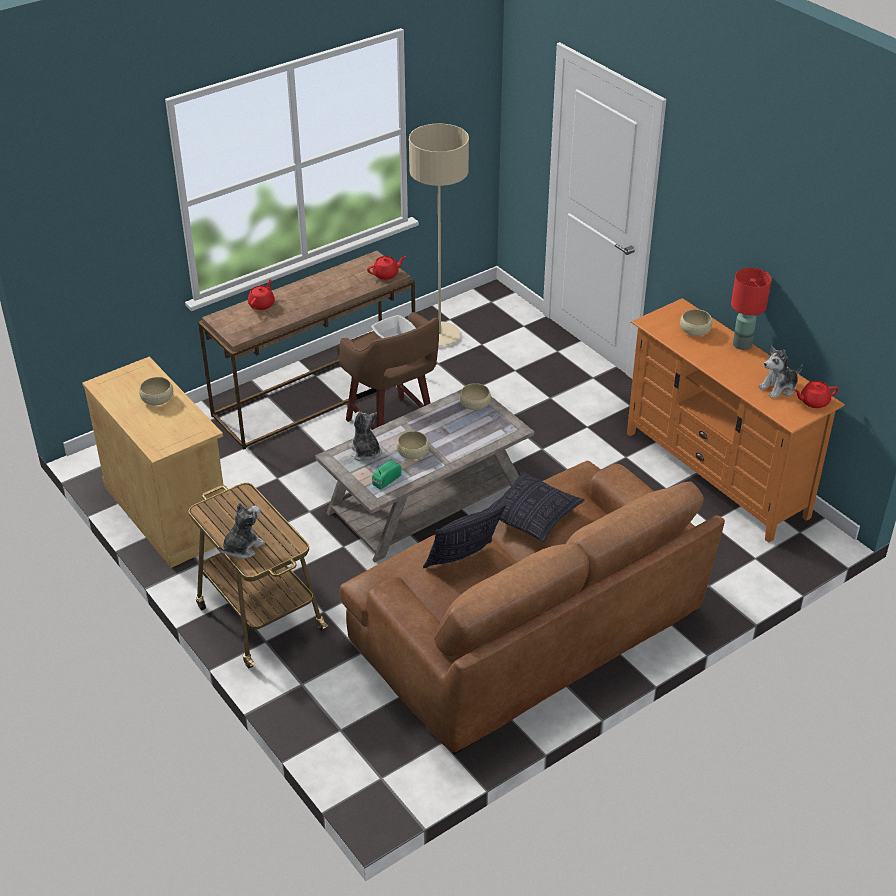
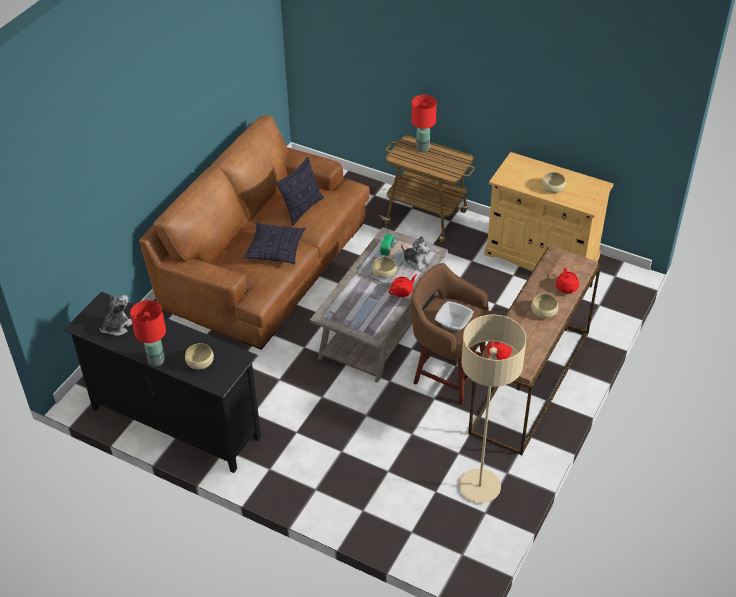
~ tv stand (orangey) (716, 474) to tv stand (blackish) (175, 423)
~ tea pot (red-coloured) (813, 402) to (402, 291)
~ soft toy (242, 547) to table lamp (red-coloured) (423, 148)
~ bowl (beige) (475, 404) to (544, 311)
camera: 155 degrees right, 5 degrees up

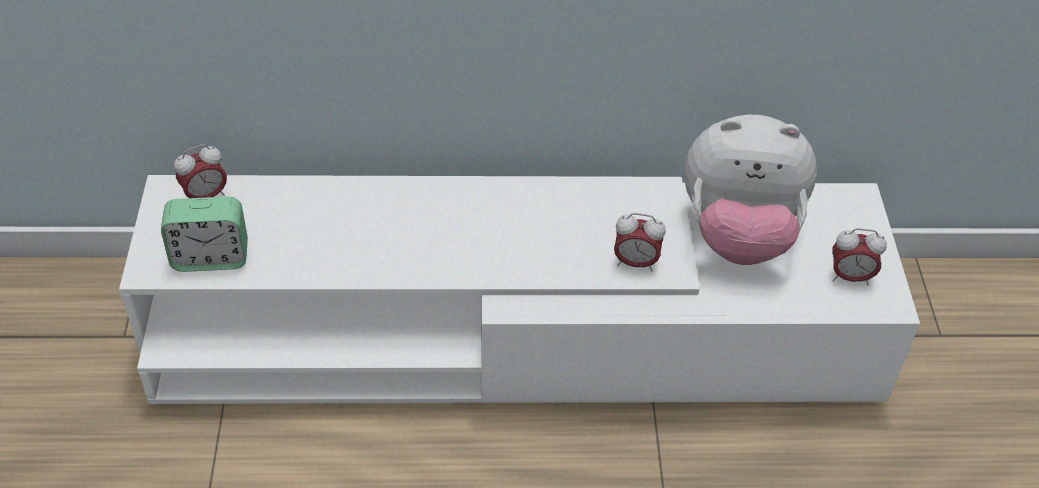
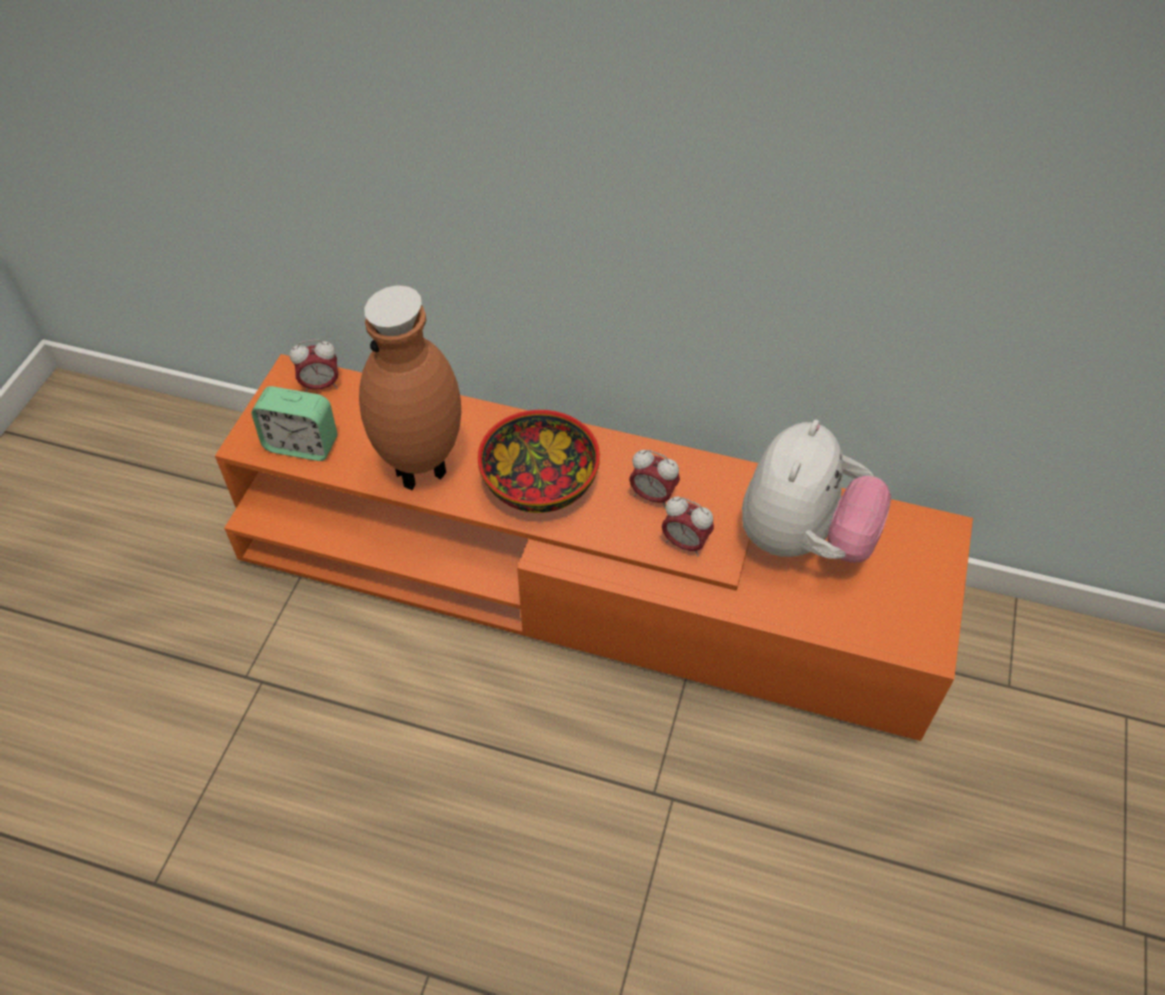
~ tv stand (whitish) (515, 334) to tv stand (orangey) (582, 576)
+ decorative vase (brownish) (424, 471)
+ bowl (538, 484)
~ table clock (850, 277) to (652, 496)
~ soft toy (738, 235) = (803, 539) 90 degrees counterclockwise
camera: 20 degrees right, 5 degrees up

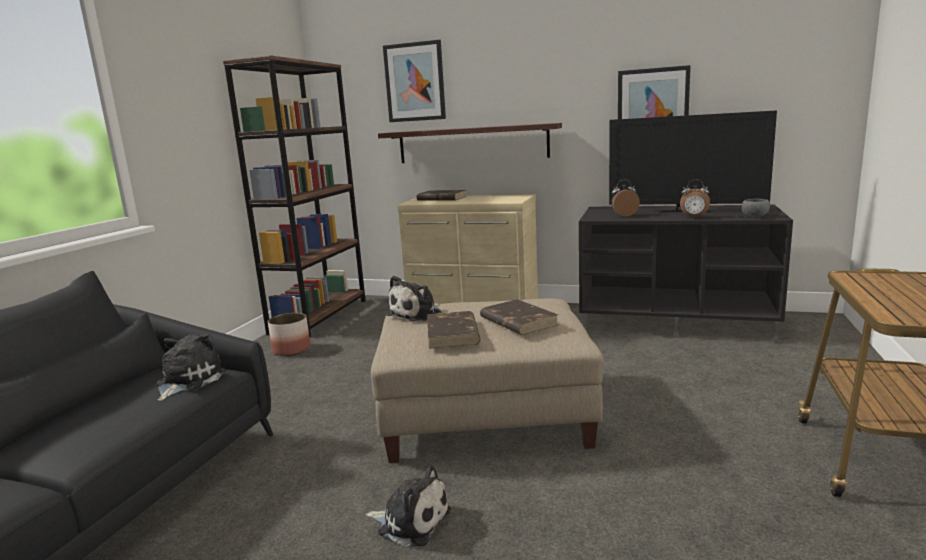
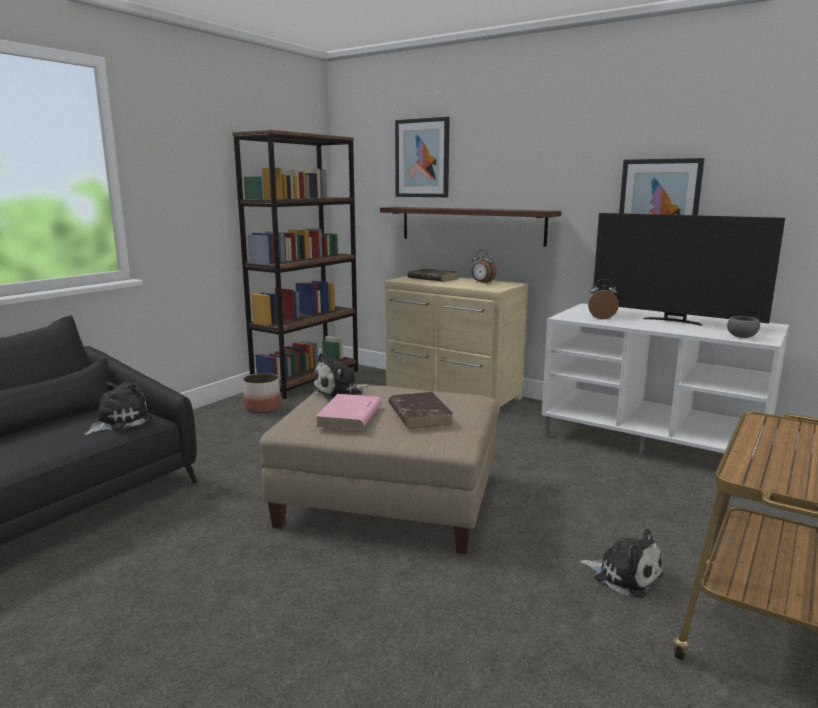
~ bound book (brownish) (452, 334) to bound book (pink-coloured) (349, 416)
~ table clock (694, 217) to (482, 283)
~ tv stand (blackish) (676, 322) to tv stand (whitish) (654, 441)
~ soft toy (411, 521) to (624, 575)
camera: 15 degrees right, 0 degrees up

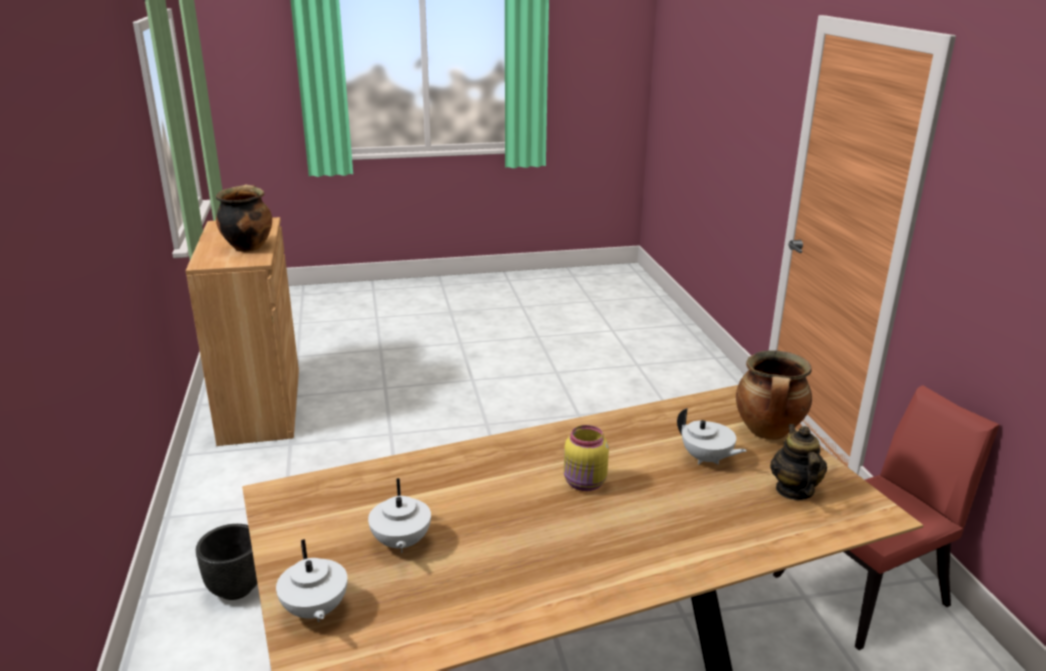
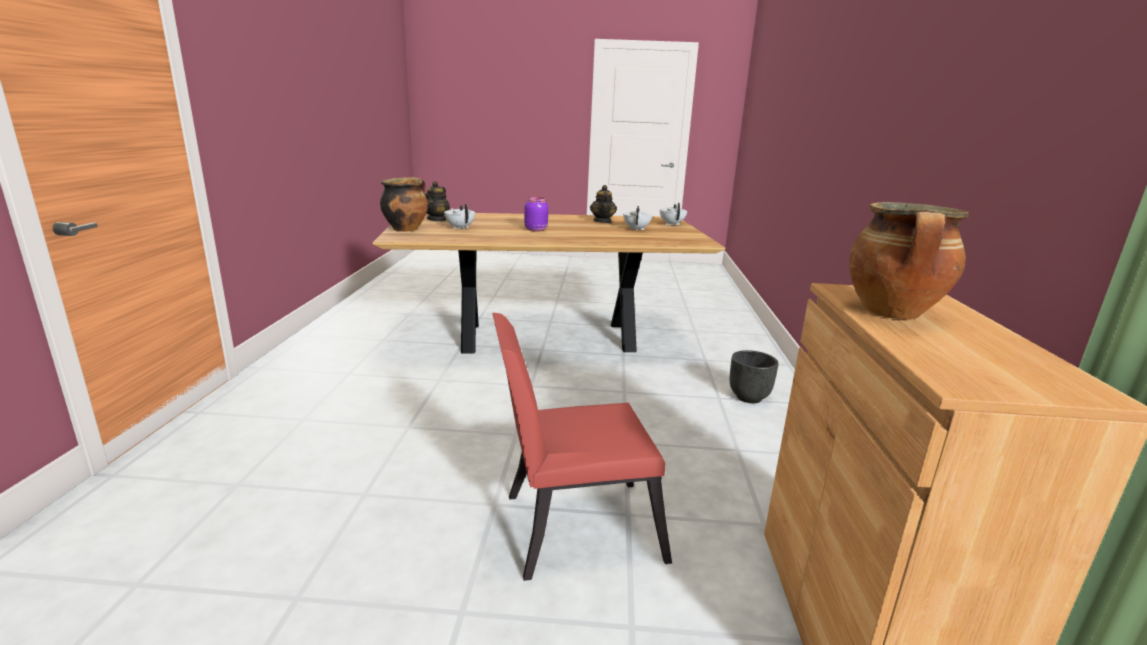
~ plain chair (red-coloured) (869, 588) to (571, 527)
~ preserve jar (yellow-coloured) (585, 483) to preserve jar (purple-coloured) (536, 230)
+ tea pot (602, 221)
camera: 165 degrees left, 5 degrees down

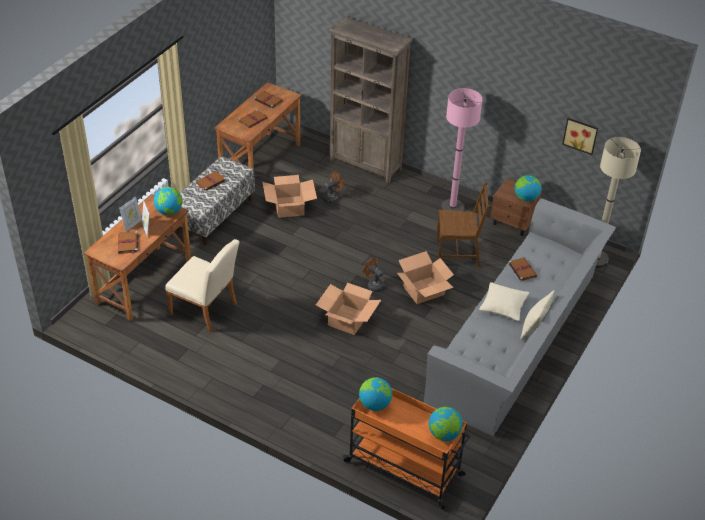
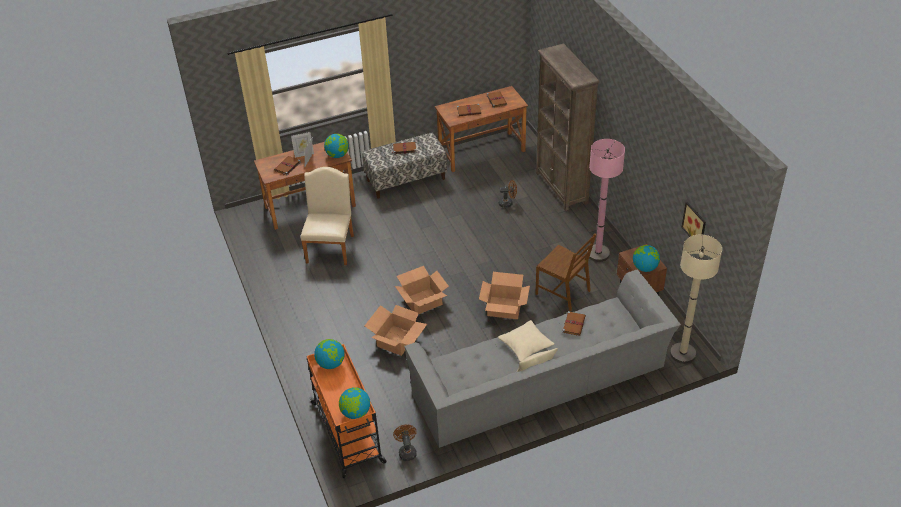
~ plain chair (beige) (207, 310) = (331, 246) 150 degrees counterclockwise
~ cardboard box (289, 206) to (397, 340)
~ fan (brownish) (373, 285) to (407, 451)
camera: 40 degrees right, 0 degrees up

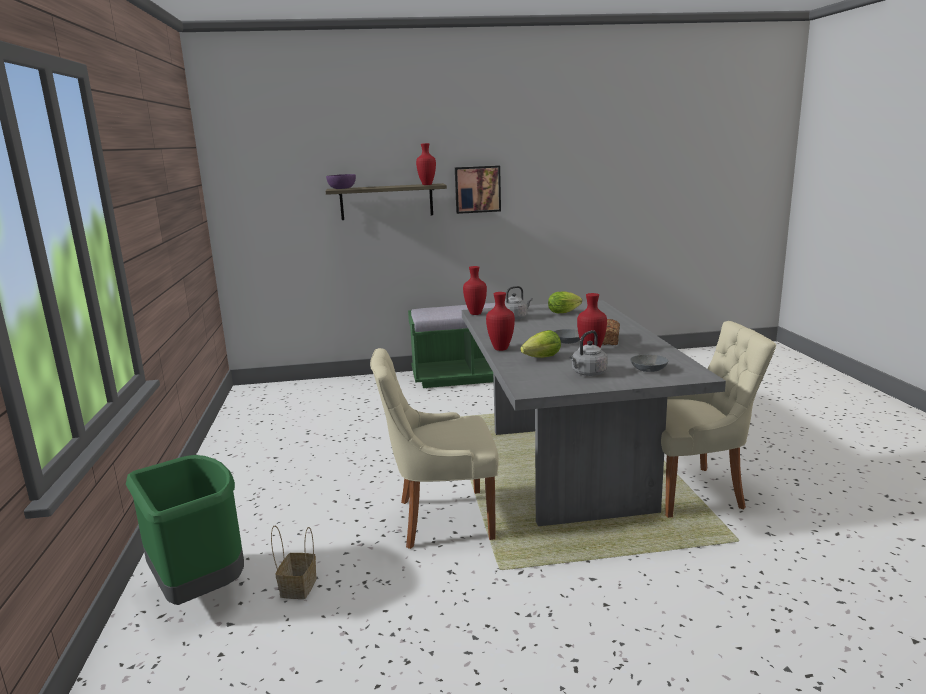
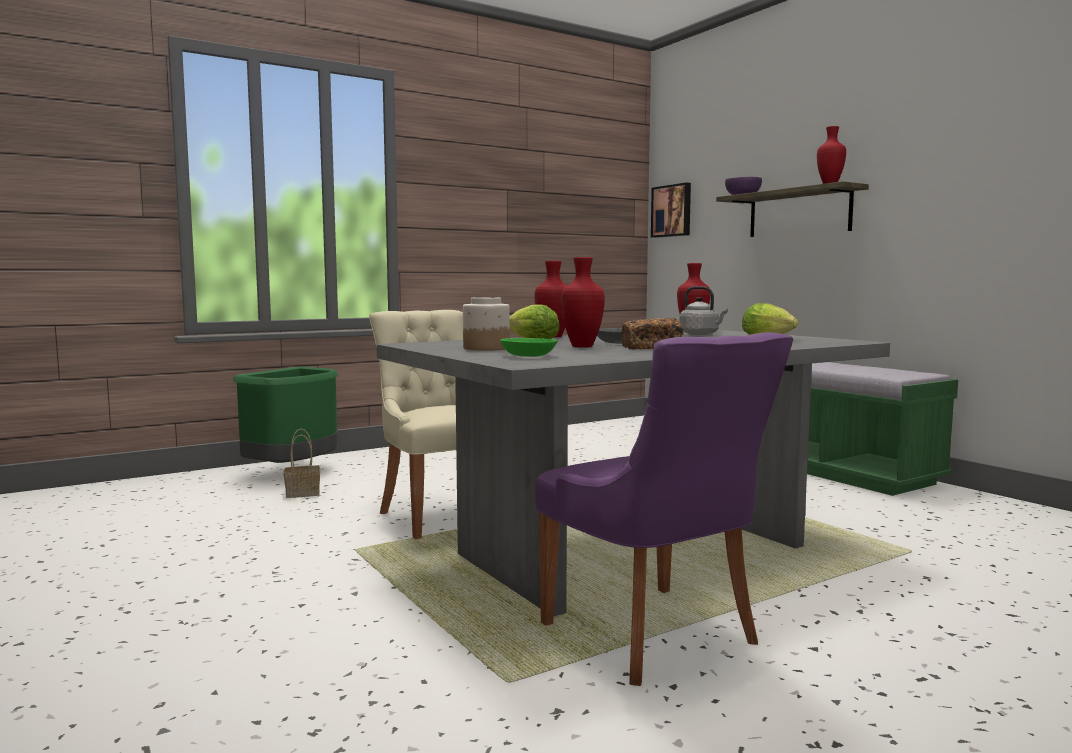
~ kettle (greyish) (588, 373) to preserve jar (485, 348)
~ bowl (greyish) (649, 369) to bowl (greenish) (529, 356)
~ plain chair (beige) (691, 490) to plain chair (purple-coloured) (654, 636)
~ wall art (477, 189) to (672, 211)
camera: 65 degrees right, 10 degrees down

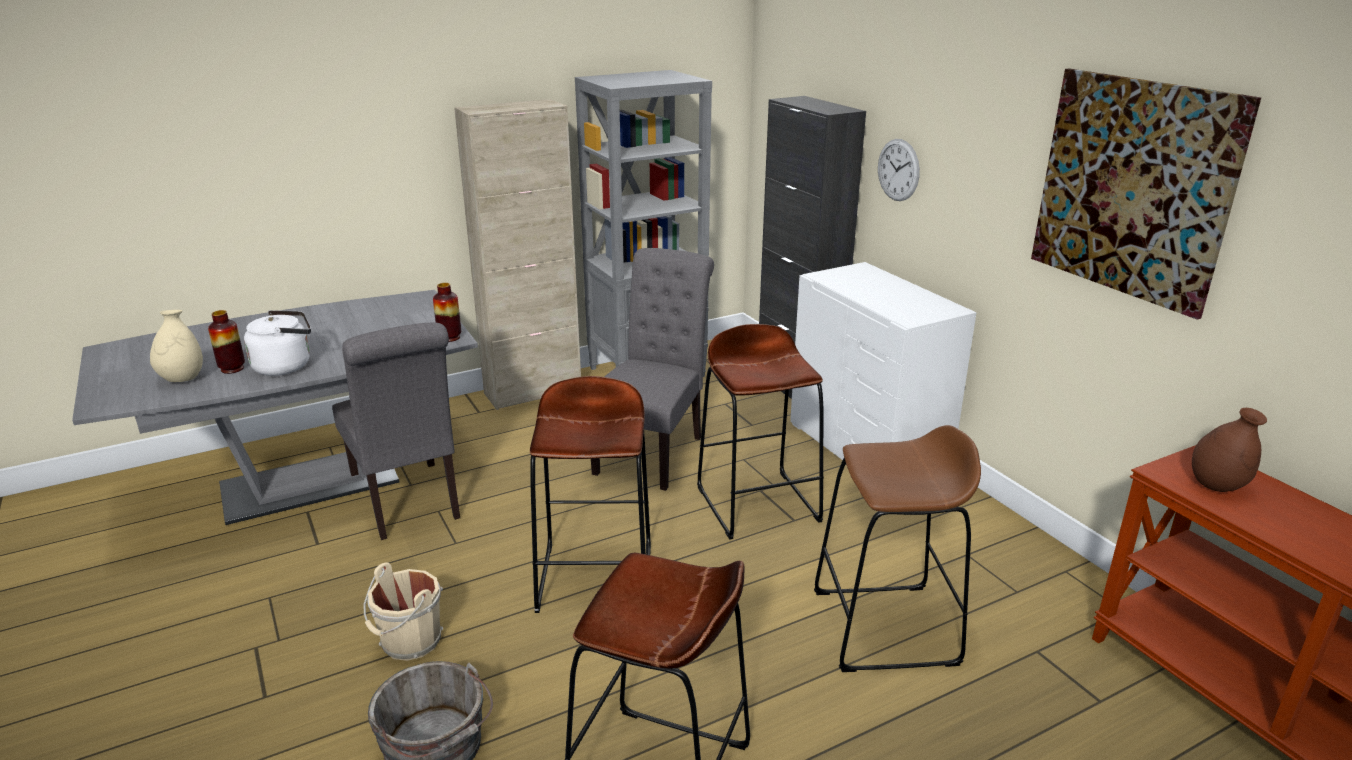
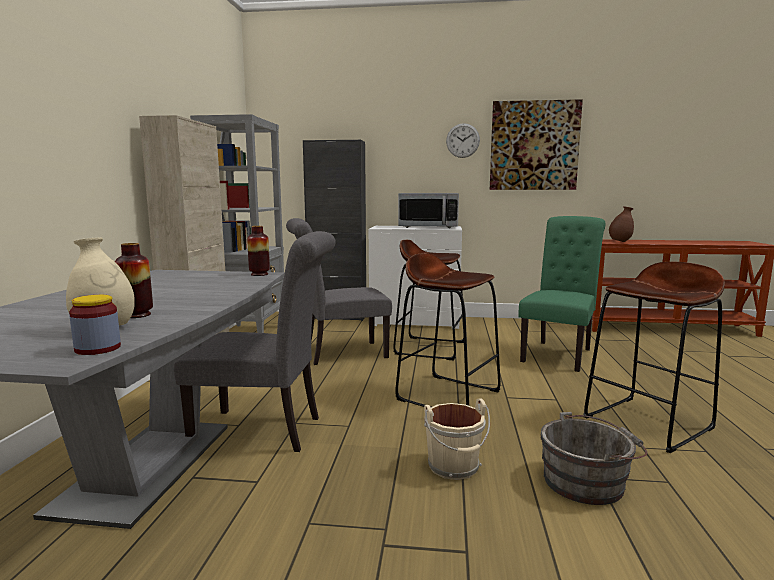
+ preserve jar (98, 348)
~ plain chair (greyish) (653, 451) = (340, 354) 75 degrees counterclockwise
+ kitchen microwave (428, 227)
~ clock on the wall (898, 170) to (462, 140)
~ stool seat (brownish) (885, 627) to plain chair (greenish) (559, 354)
- kettle (whitish) (286, 366)
camera: 55 degrees left, 15 degrees down

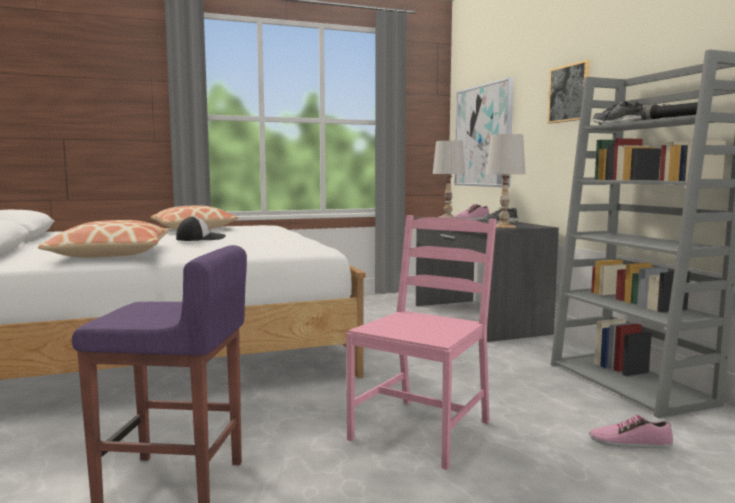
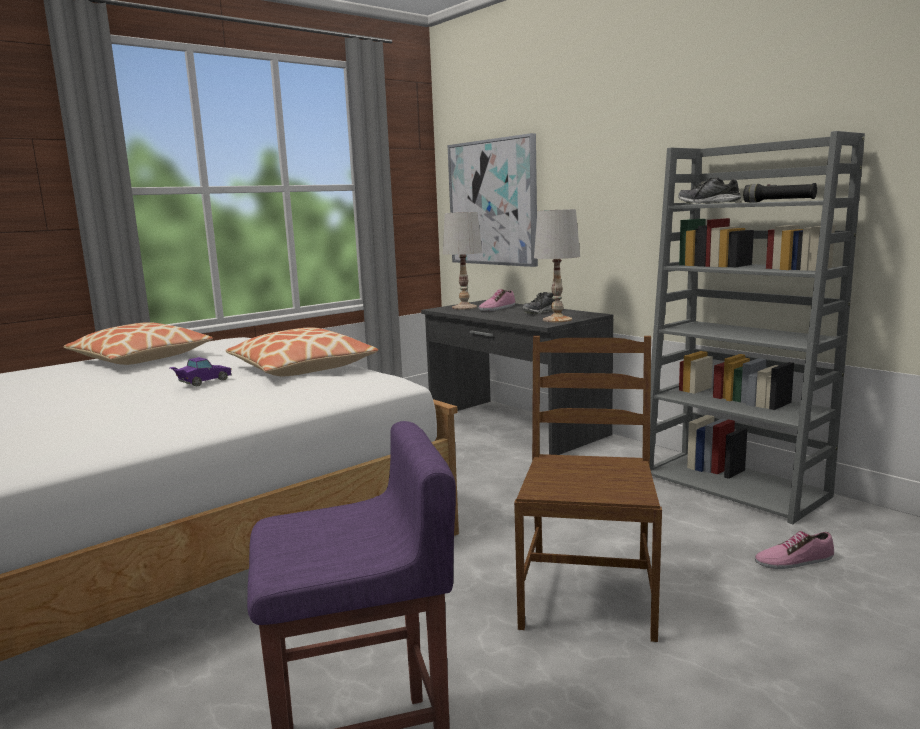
~ cap (201, 238) to toy car (purple-coloured) (202, 382)
~ pillow (111, 254) to (301, 368)
~ plain chair (pink-coloured) (422, 430) to plain chair (brownish) (587, 594)
- wall art (569, 93)
camera: 20 degrees left, 5 degrees up

